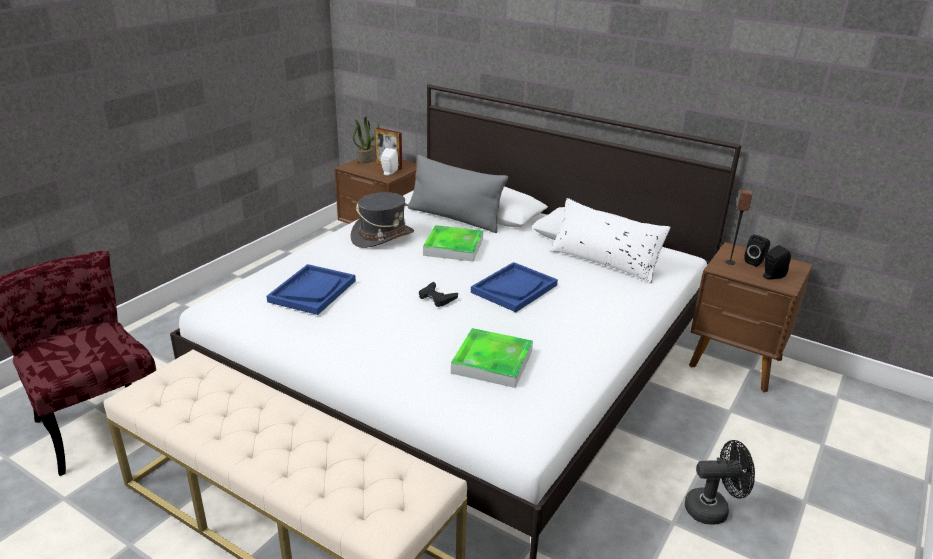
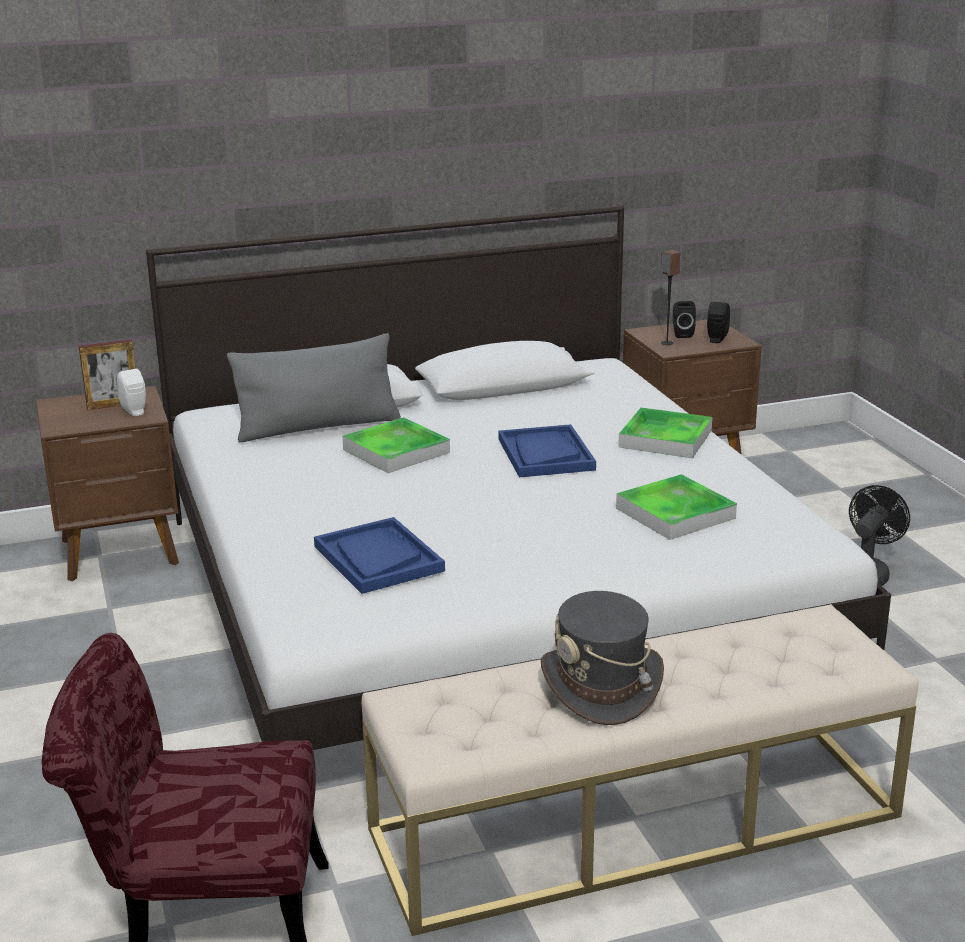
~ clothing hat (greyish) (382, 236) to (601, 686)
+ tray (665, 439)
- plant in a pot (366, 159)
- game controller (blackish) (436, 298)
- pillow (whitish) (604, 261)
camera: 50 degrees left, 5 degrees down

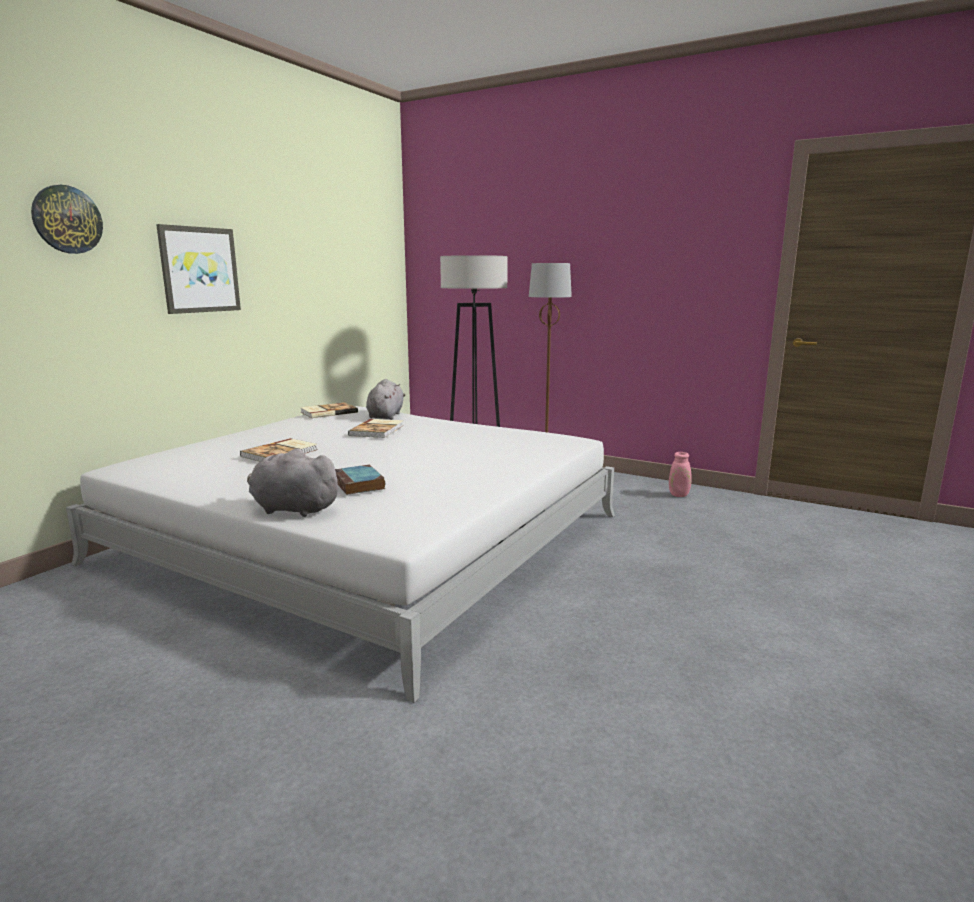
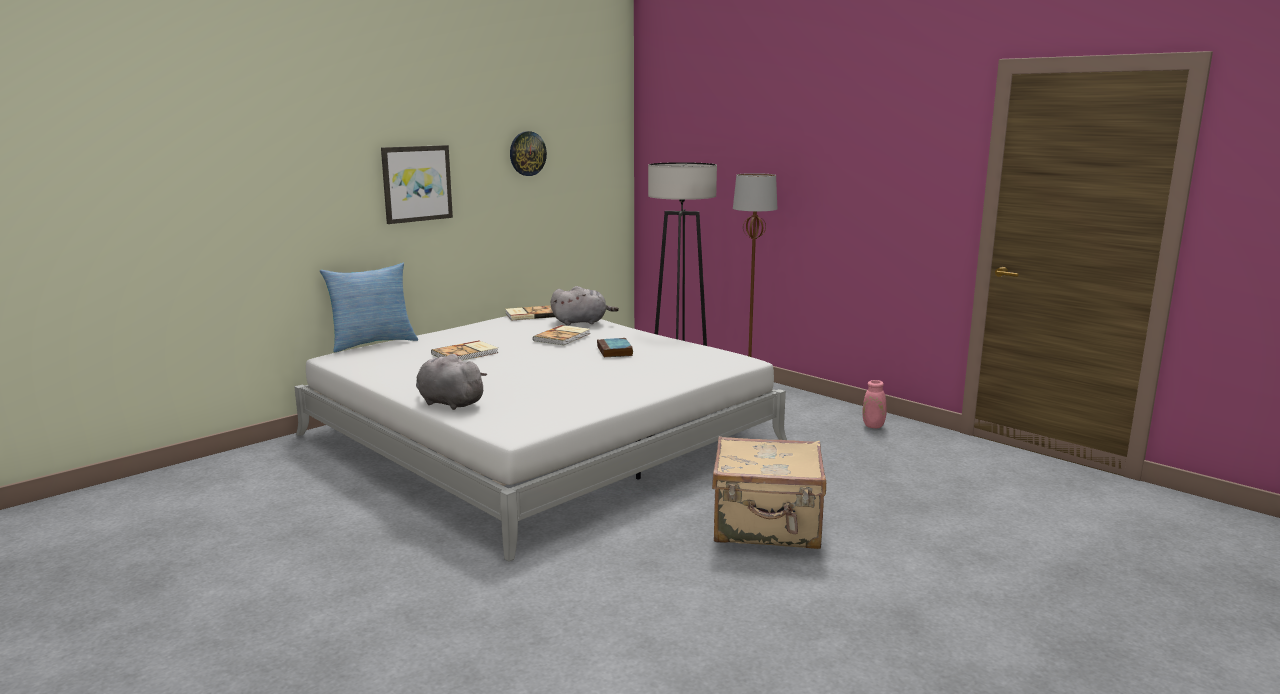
+ pillow (372, 343)
~ clock on the wall (67, 219) to (527, 153)
~ soft toy (greyish) (386, 416) = (582, 322) 60 degrees clockwise
~ bound book (359, 484) to (615, 351)
+ suitcase (beige) (767, 527)
camera: 15 degrees right, 0 degrees up

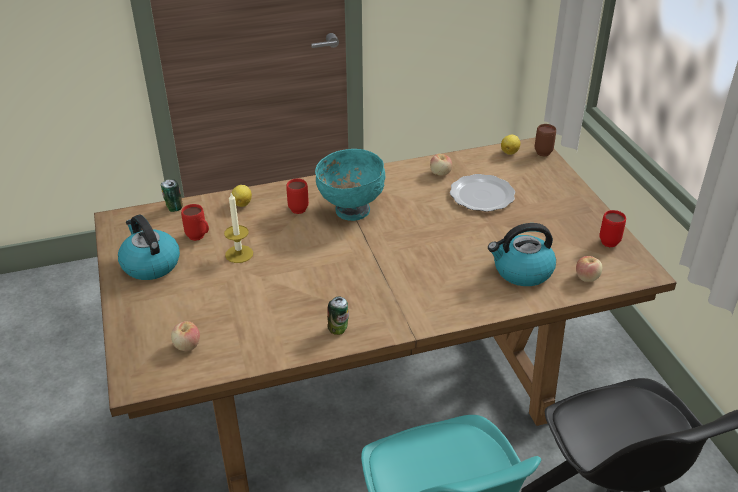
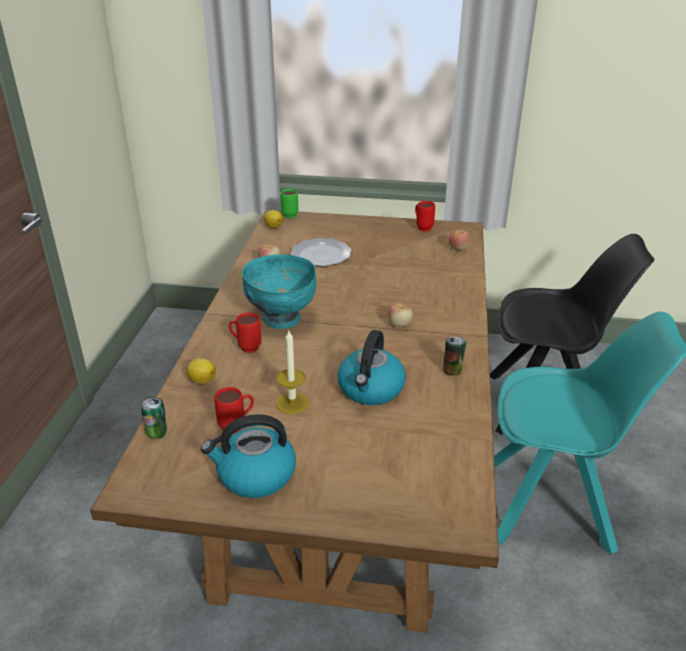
~ tea mug (brownish) (544, 151) to tea mug (greenish) (288, 214)
~ kettle (522, 271) to (371, 389)
~ apple (187, 346) to (400, 324)
camera: 65 degrees left, 5 degrees down

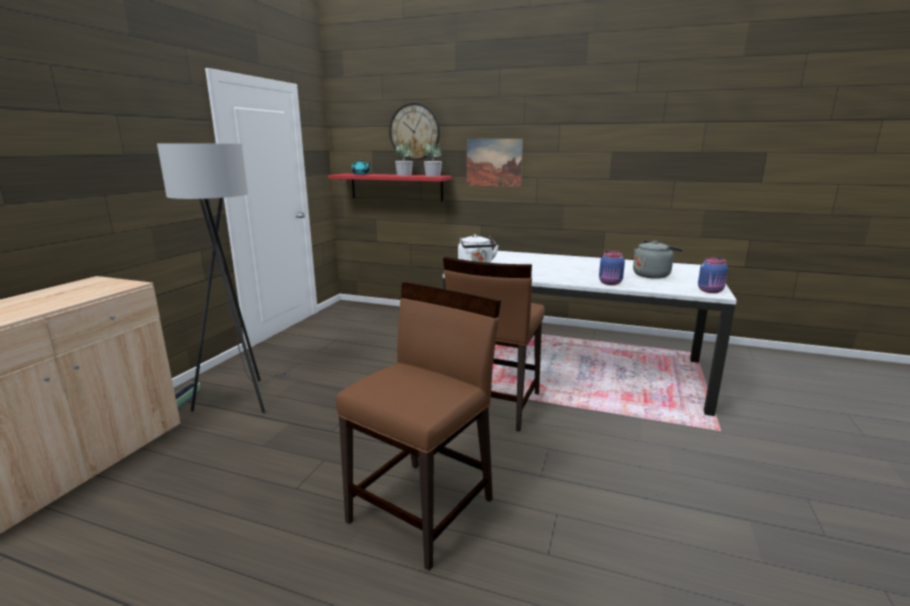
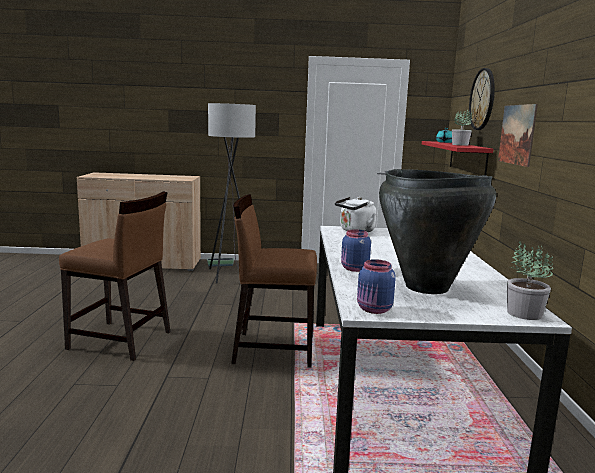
~ kettle (greyish) (652, 275) to decorative vase (blackish) (426, 287)
~ plant in a pot (432, 176) to (523, 313)
camera: 70 degrees right, 5 degrees down

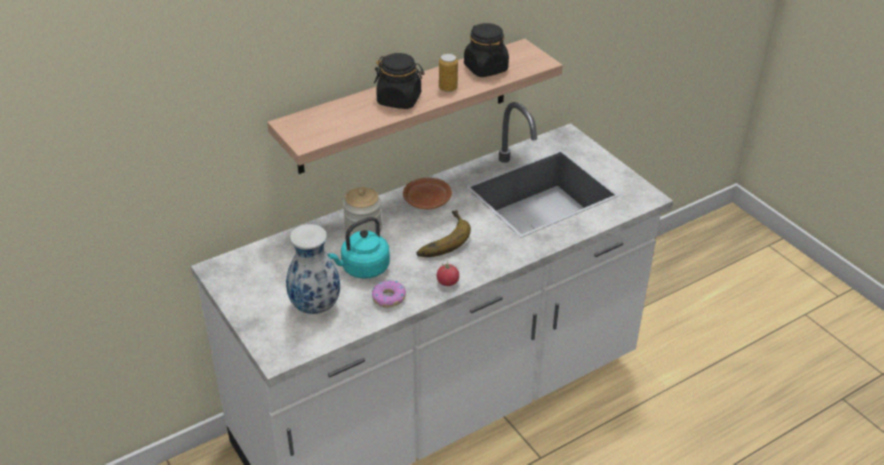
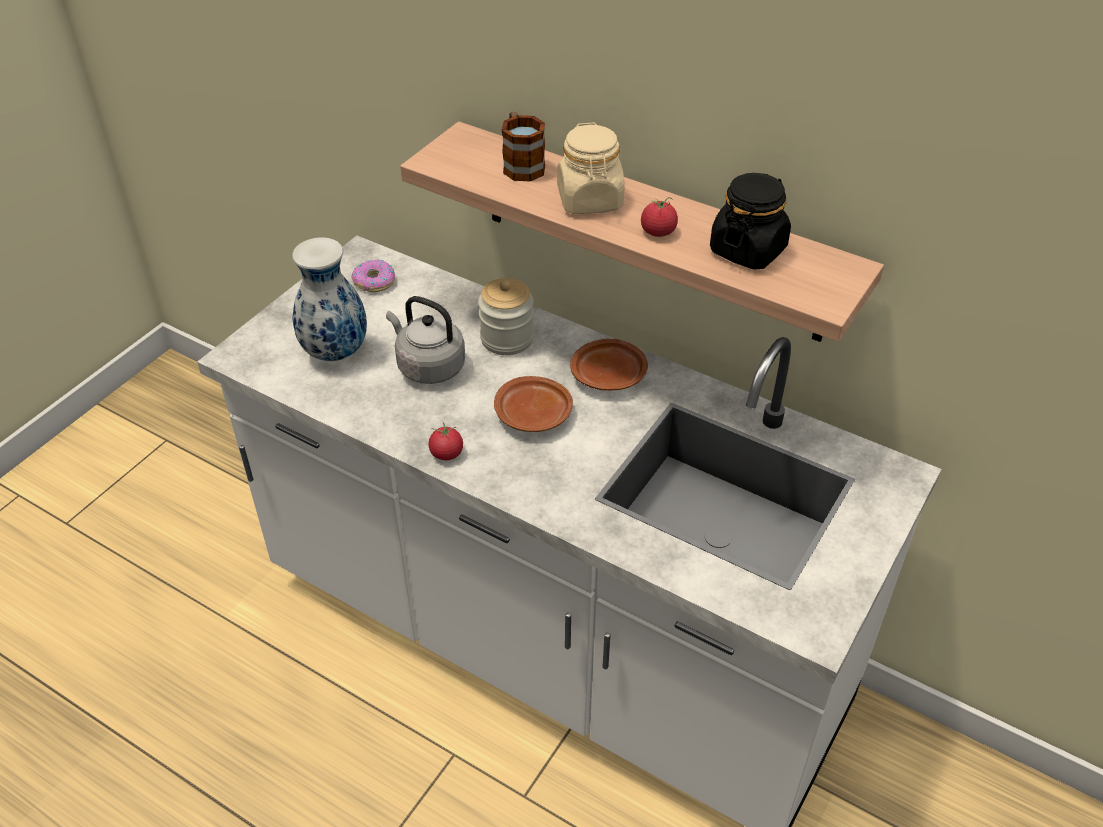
~ ring doughnut (389, 298) to (374, 281)
~ kettle (turquoise-coloured) (363, 269) to kettle (greyish) (428, 366)
~ banana (439, 238) to plate (brownish) (534, 415)
+ tea mug (521, 164)
~ preserve jar (blackish) (399, 100) to preserve jar (beige) (590, 200)
~ sealed can (448, 88) to fresh tomato (658, 232)
camera: 65 degrees right, 5 degrees up

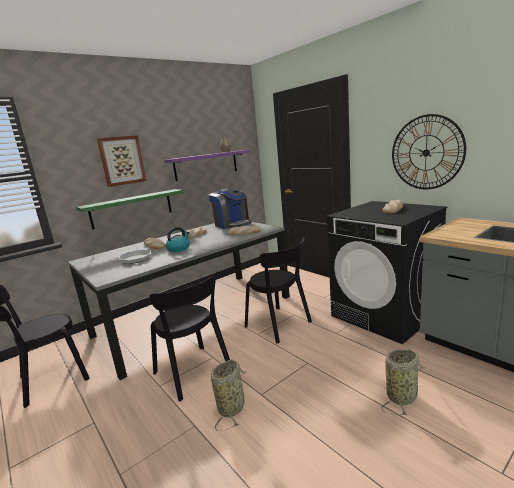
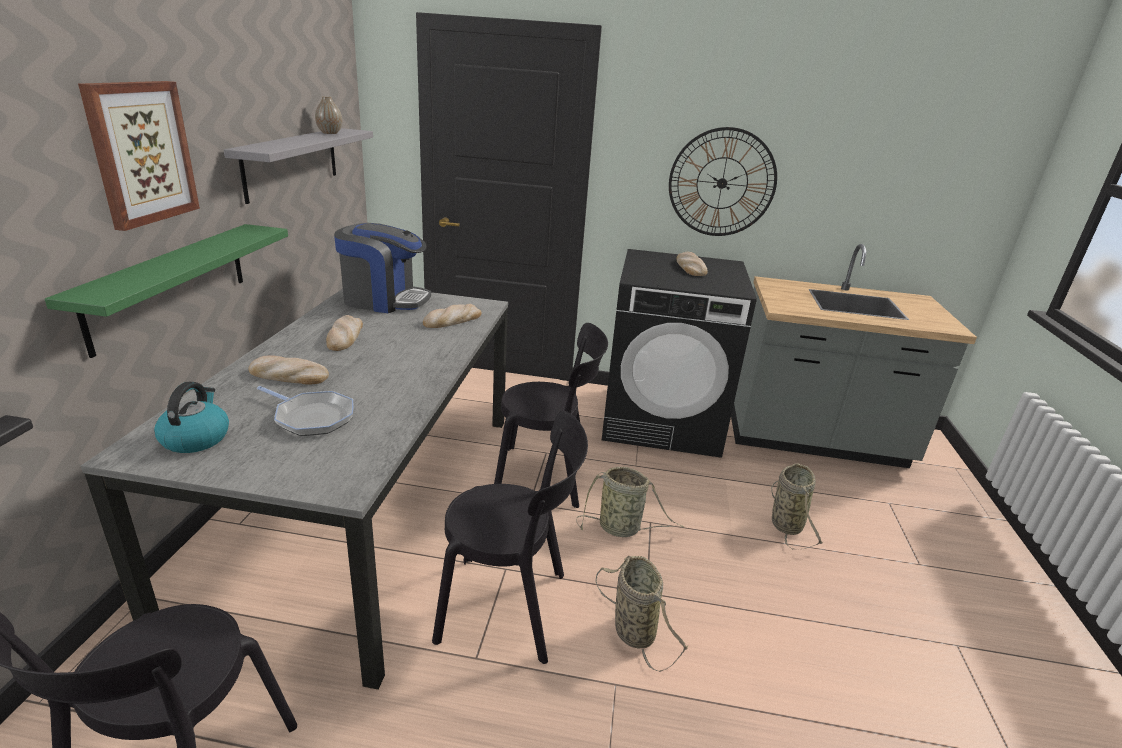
~ kettle (179, 249) to (196, 438)
~ shelf (purple-coloured) (206, 165) to shelf (greyish) (292, 162)
+ storage basket (622, 528)
camera: 45 degrees left, 10 degrees up

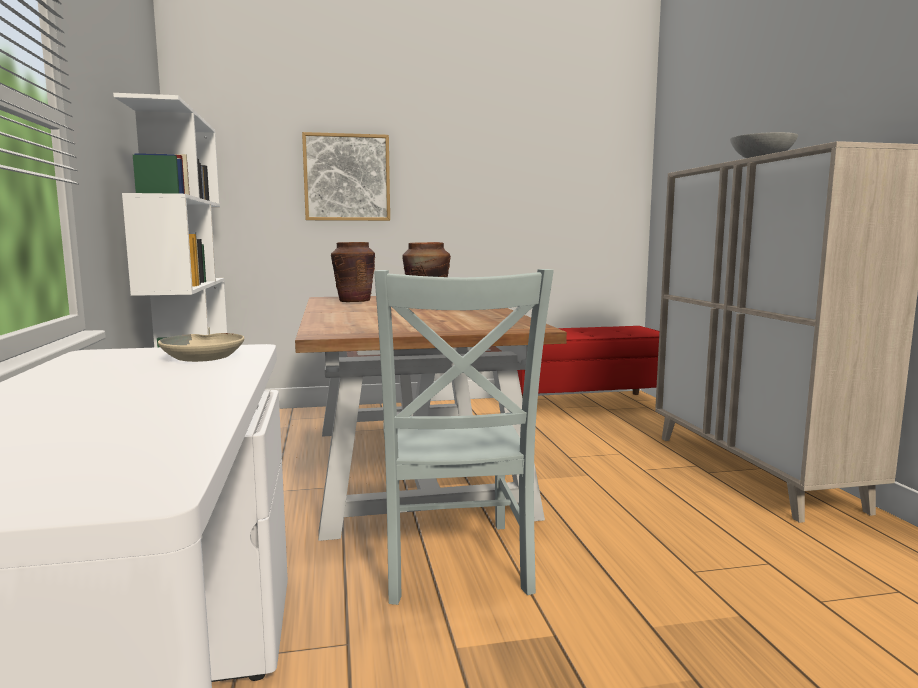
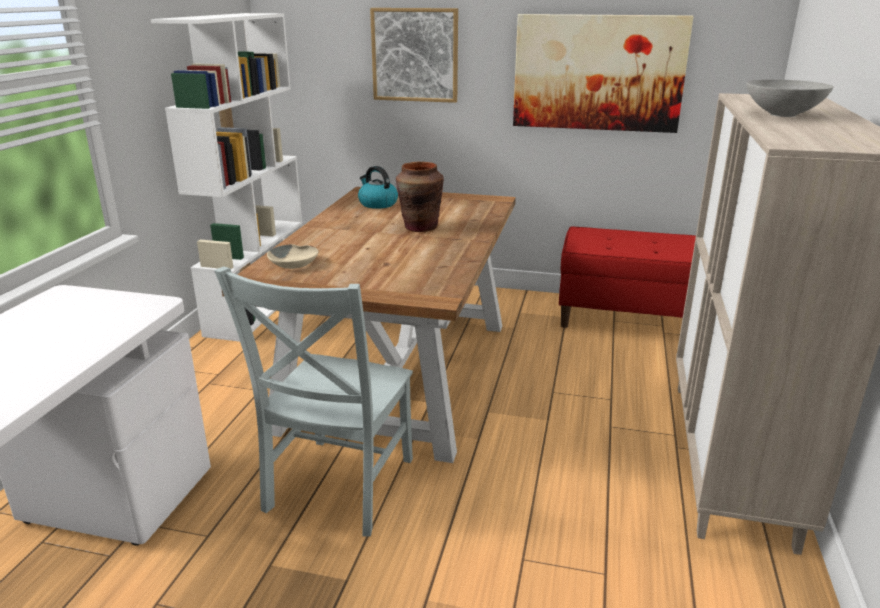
~ bowl (beige) (205, 357) to (294, 263)
~ decorative vase (brownish) (354, 301) to kettle (377, 204)
+ wall art (598, 73)
camera: 25 degrees right, 15 degrees up

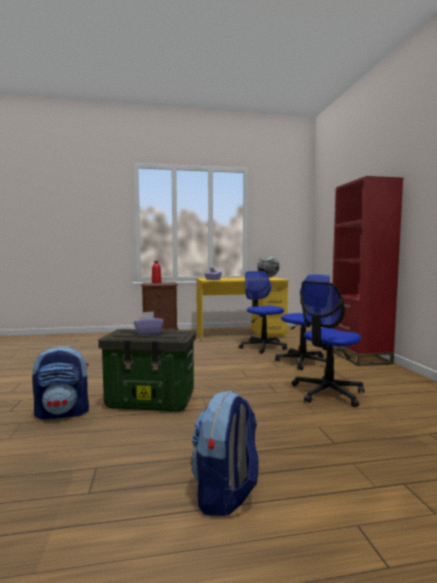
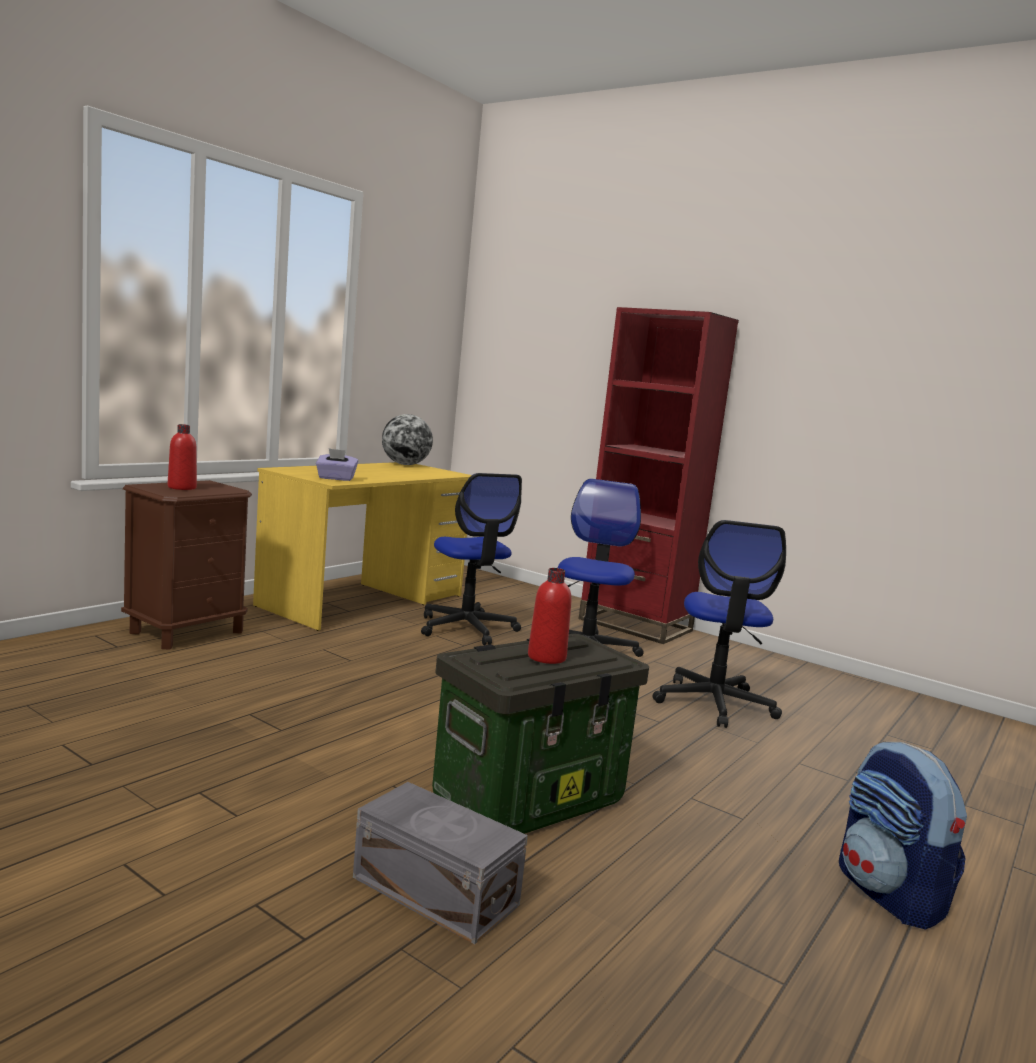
~ rucksack (63, 413) to storage container (greyish) (435, 889)
~ office chair (263, 347) = (467, 628) 135 degrees counterclockwise
~ tissue box (purple-coloured) (148, 333) to bottle (red-coloured) (546, 657)
camera: 45 degrees left, 5 degrees up

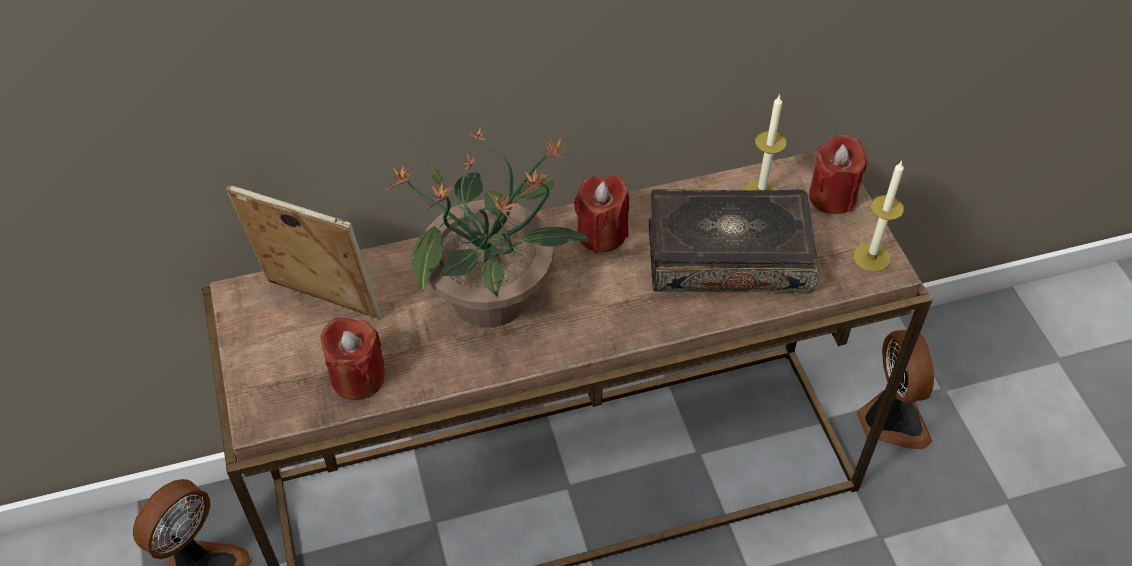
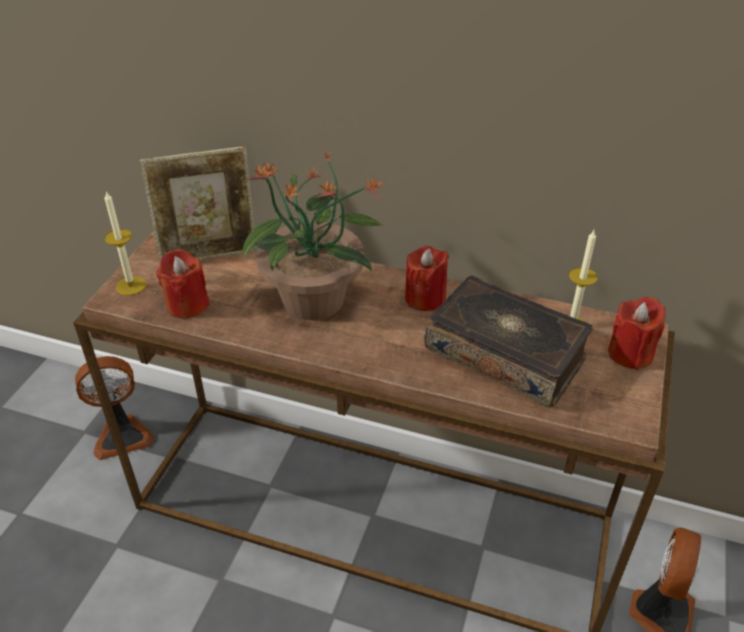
~ wax light (871, 257) to (131, 285)
~ standing frame (319, 302) = (210, 255) 105 degrees clockwise
camera: 35 degrees right, 10 degrees down

